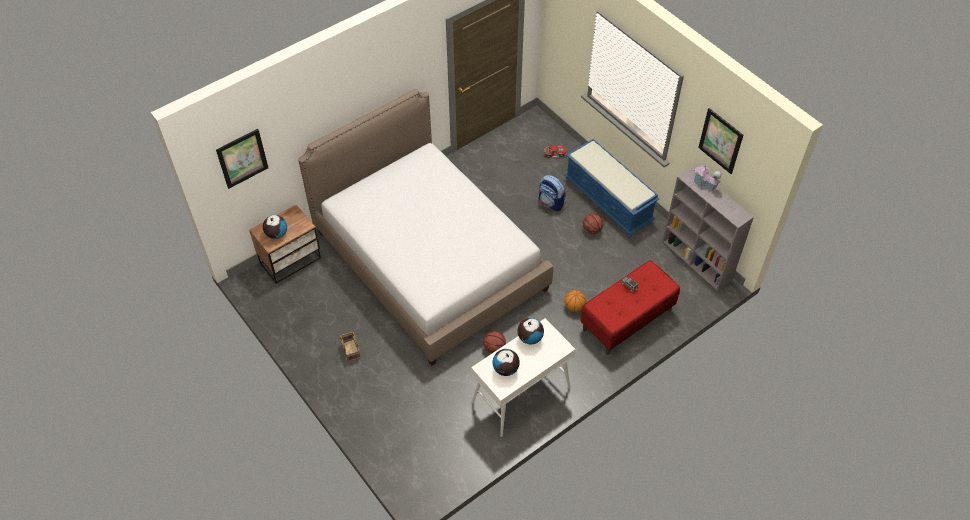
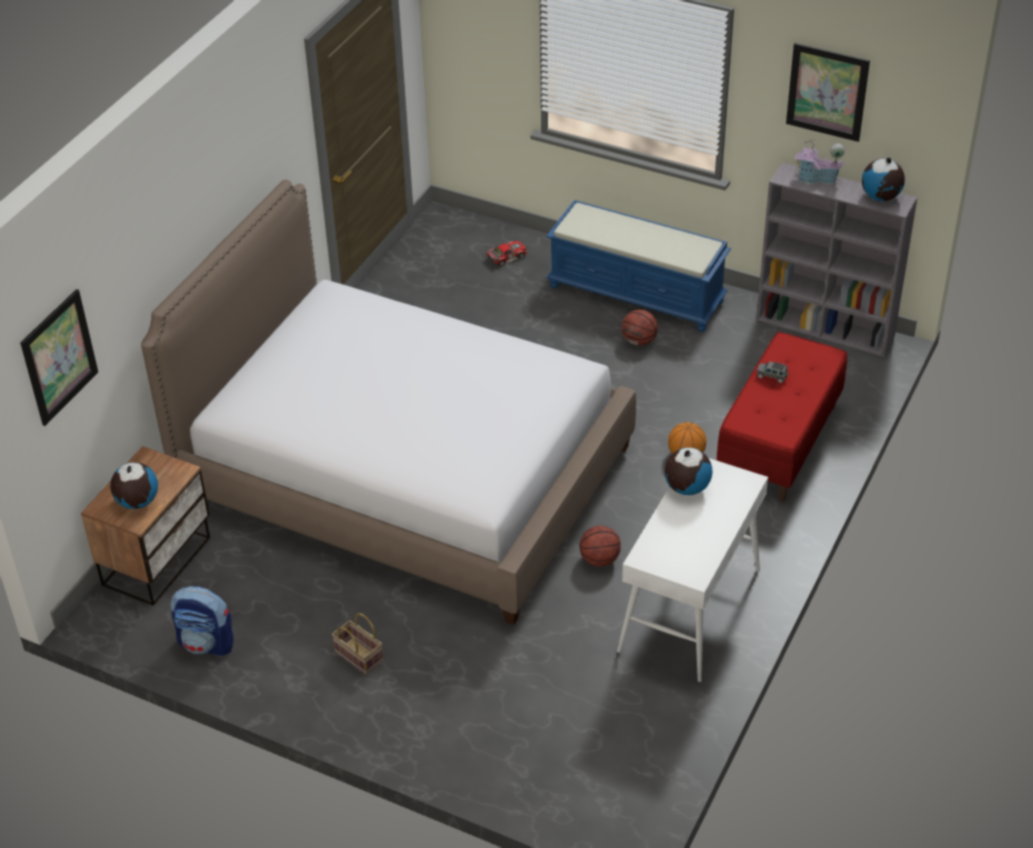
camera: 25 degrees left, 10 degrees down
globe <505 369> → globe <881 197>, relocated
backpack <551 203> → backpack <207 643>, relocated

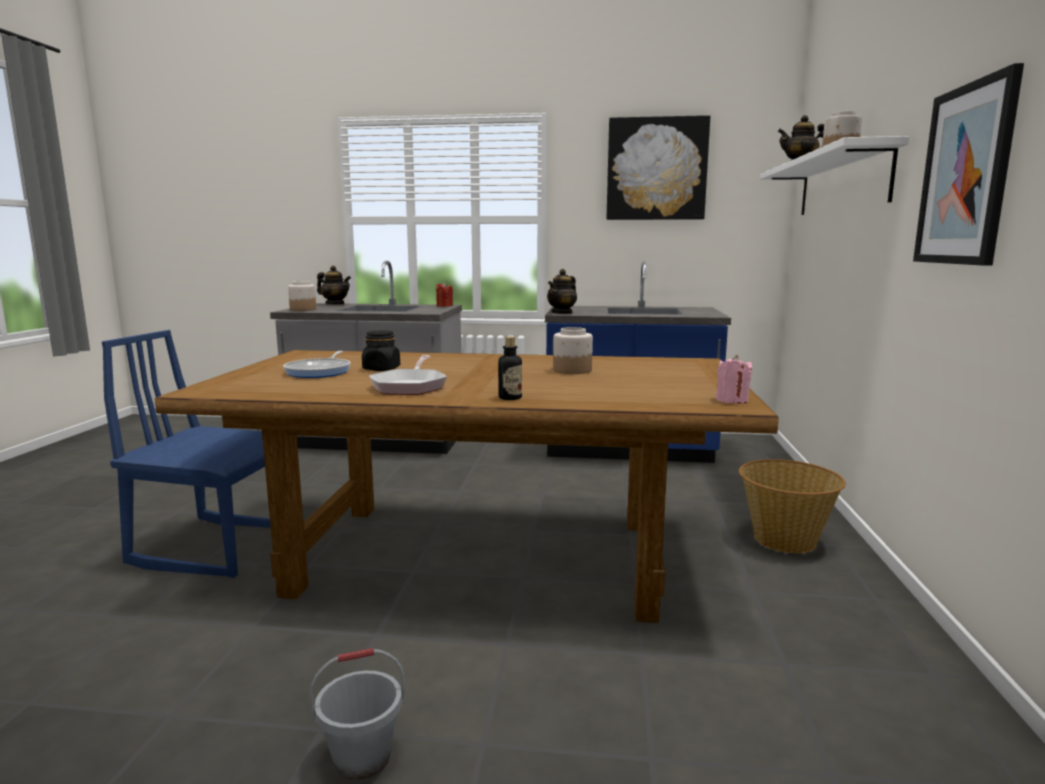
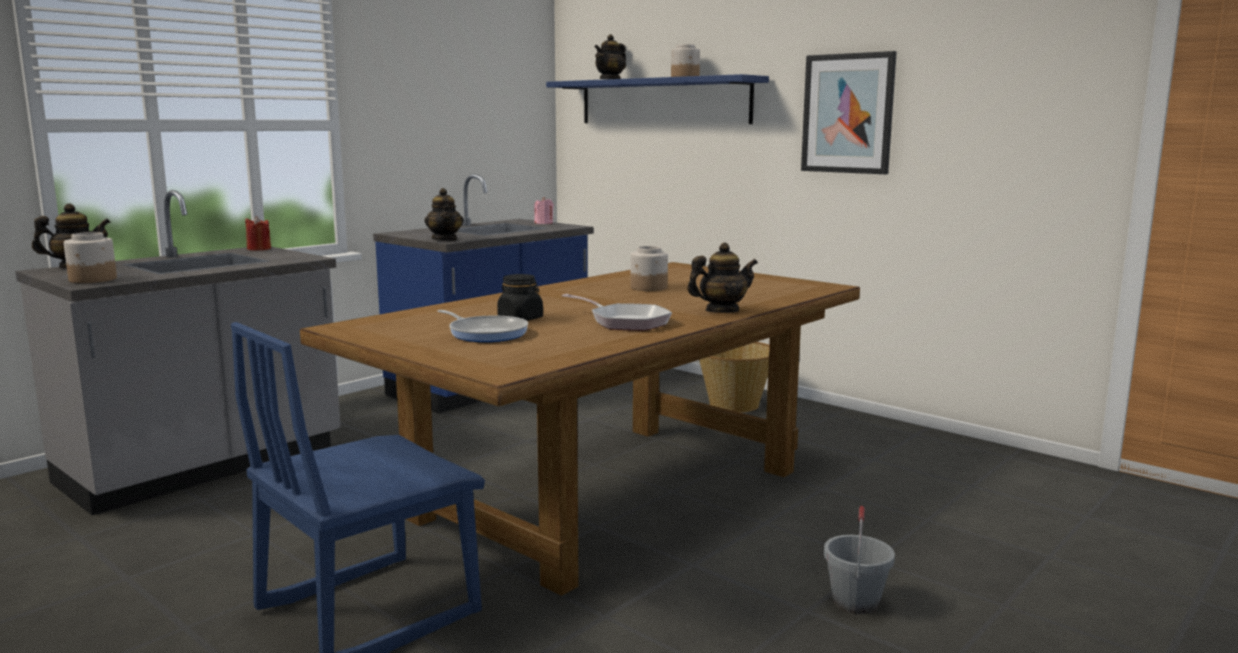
camera: 55 degrees left, 0 degrees up
bottle <510 398> → teapot <721 311>
picture <656 169> → -
pink candle <732 400> → pink candle <544 223>, relocated
white shelf <841 184> → blue shelf <662 101>

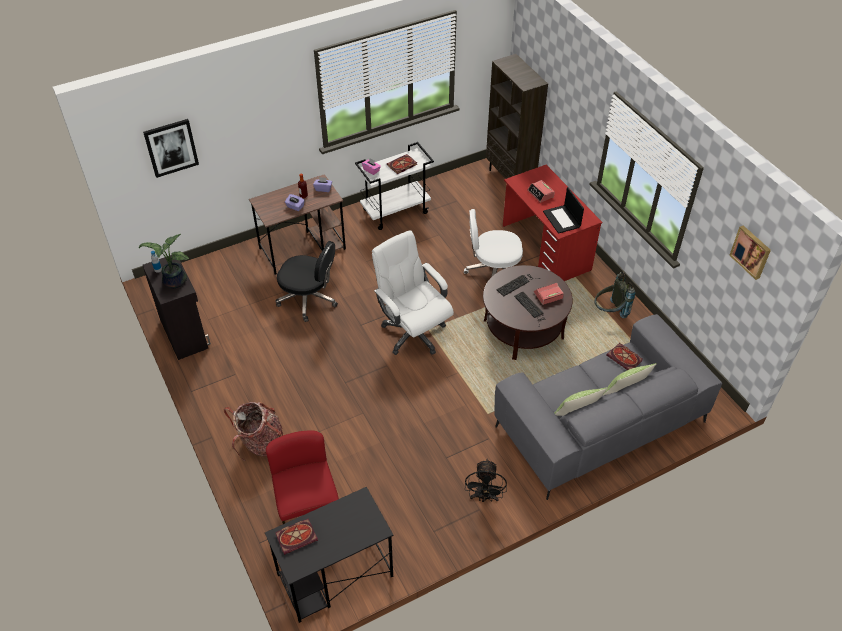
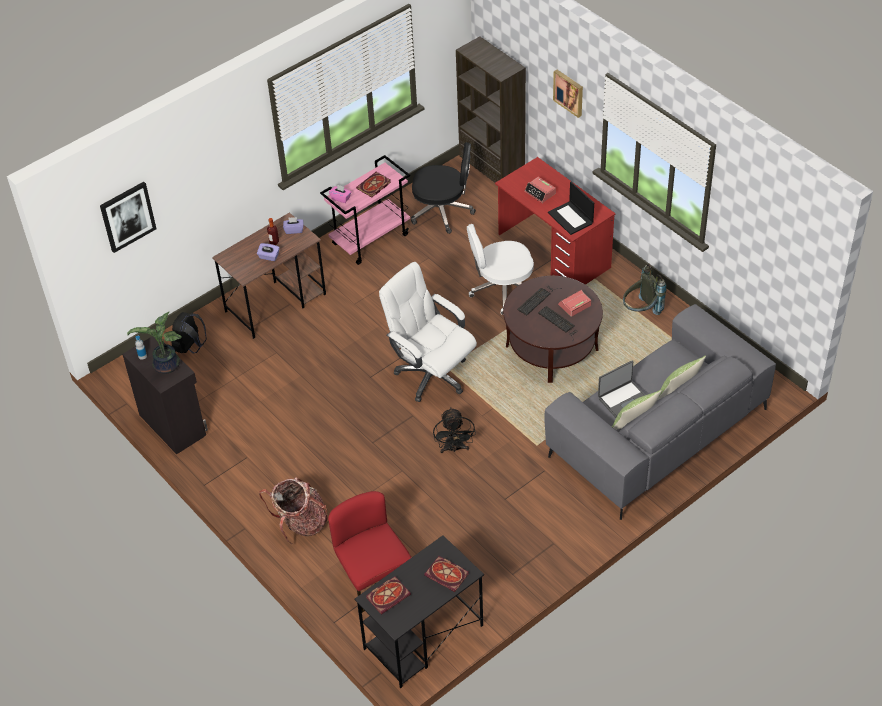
camera: 10 degrees left, 0 degrees up
black office chair <309 299> → black office chair <443 211>, relocated
white cart <396 211> → pink cart <371 239>
black fan <484 497> → black fan <454 449>, relocated
book <625 358> → book <448 575>, relocated
picture <751 251> → picture <569 92>, relocated
- → black backpack <190 347>
- → laptop <622 399>

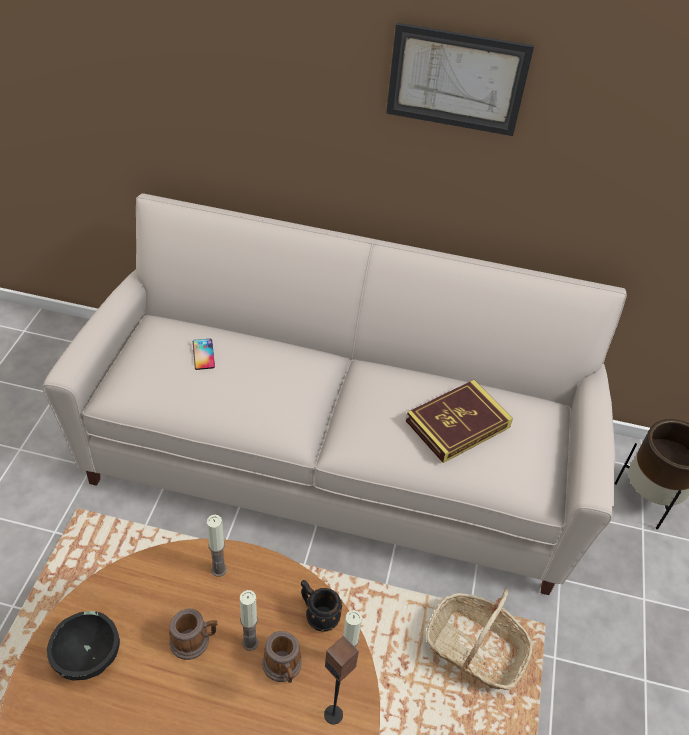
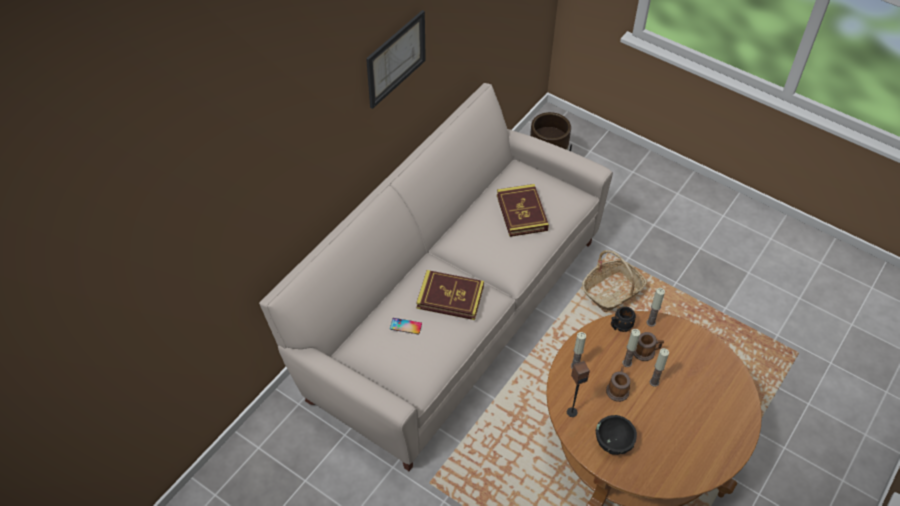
camera: 65 degrees left, 5 degrees up
speaker <333 714> → speaker <571 412>, relocated
- → book <450 297>
- → candle <654 382>

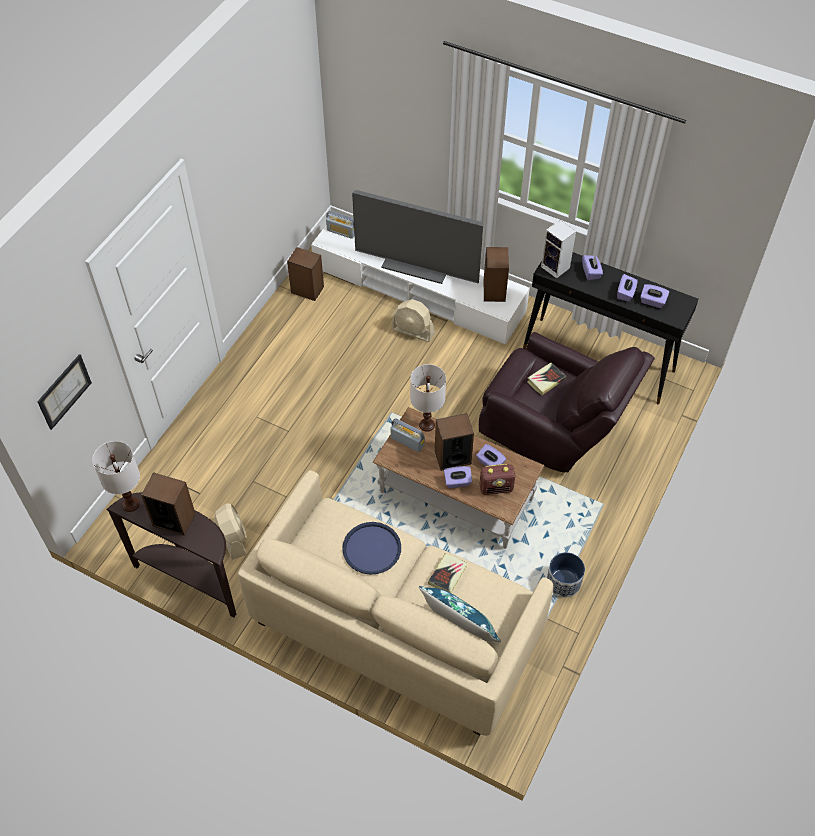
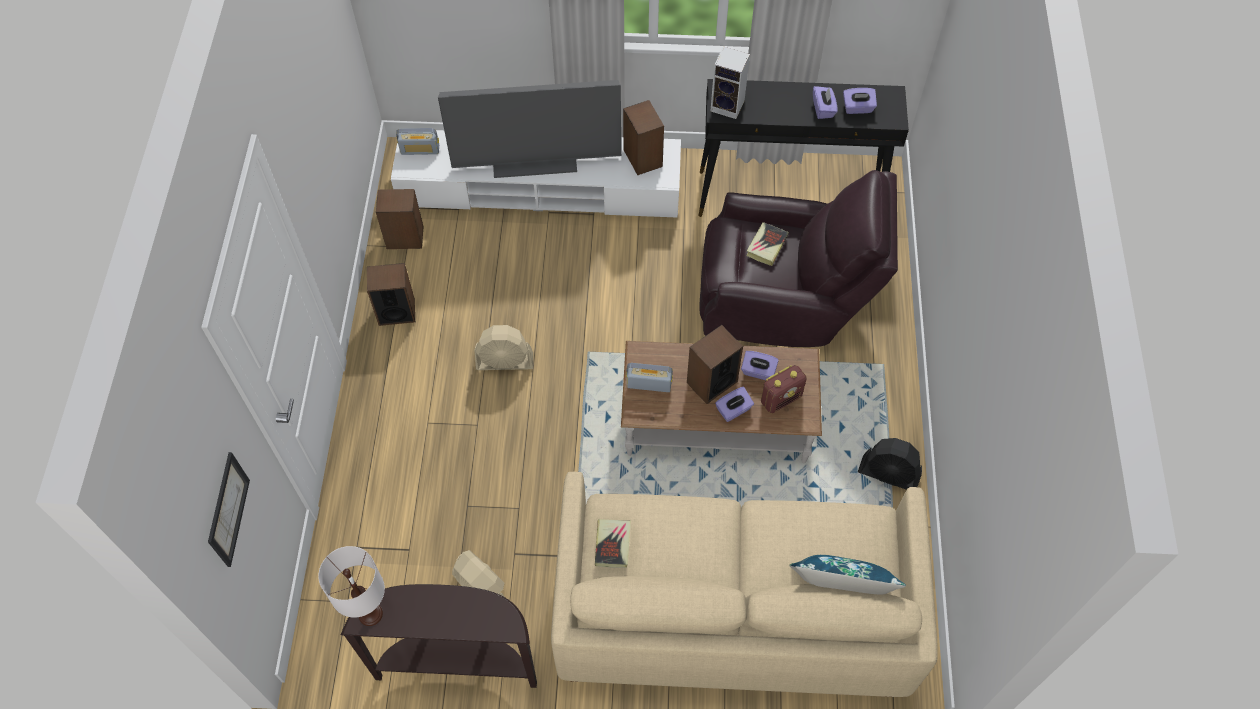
camera: 25 degrees left, 5 degrees up
speaker <174 519> → speaker <396 311>, relocated
blue tray <372 549> → -
beige fan <413 331> → beige fan <505 361>, relocated
white table lamp <426 424> → -
book <447 575> → book <613 544>, relocated
planter <564 582> → black fan <889 474>
purple tissue box <591 272> → -

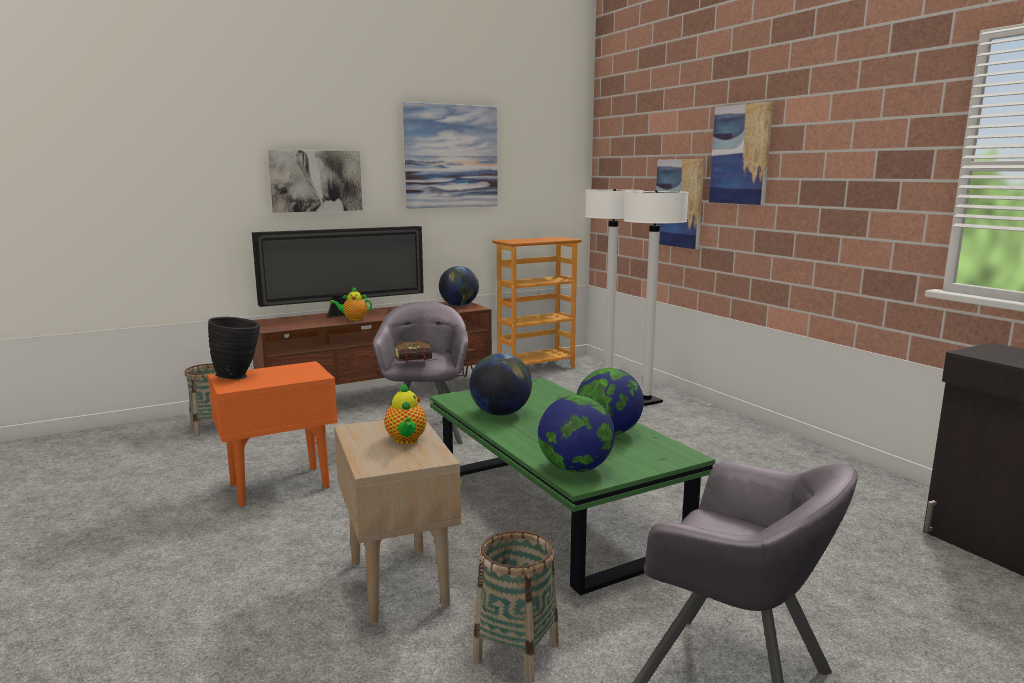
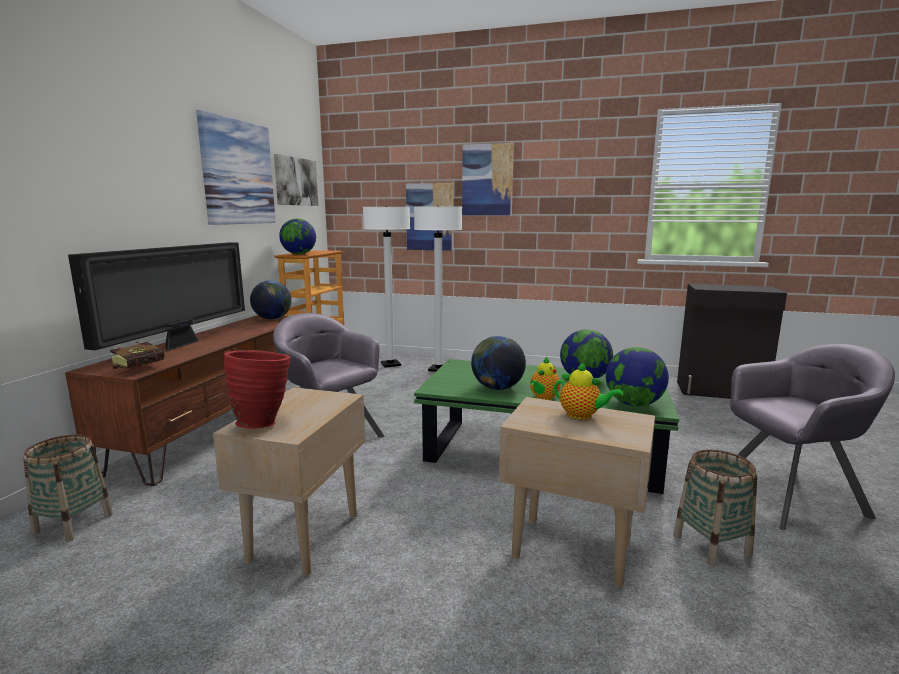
camera: 45 degrees left, 0 degrees up
black vase <239 377> → red vase <263 422>
orange side table <278 486> → beige side table <303 538>
picture <316 181> → picture <296 181>, relocated
teapot <353 319> → teapot <543 398>, relocated
book <418 363> → book <144 368>, relocated
- → globe <299 254>

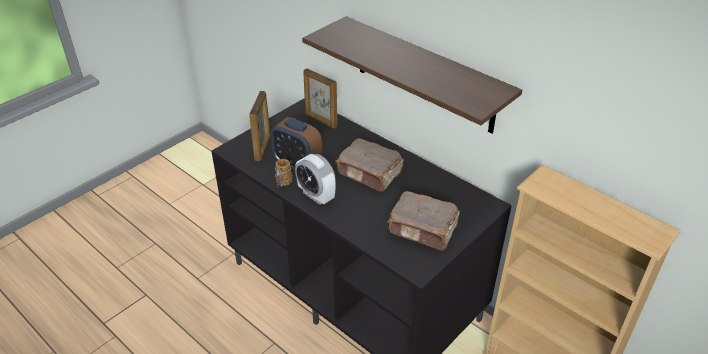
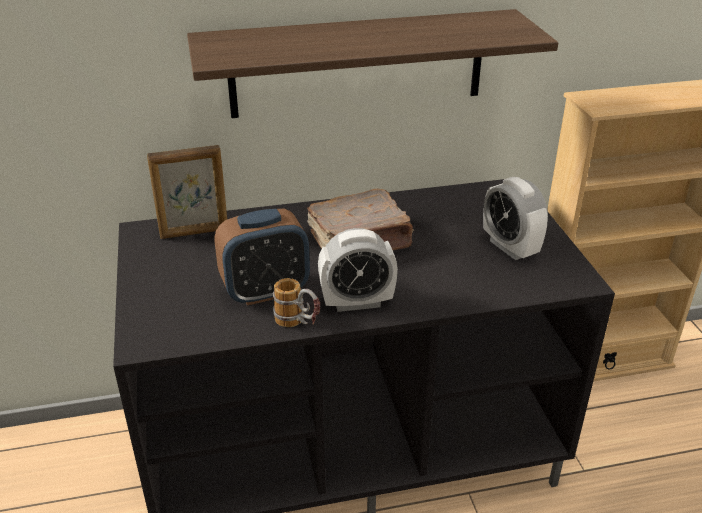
camera: 55 degrees left, 5 degrees down
picture frame <263 148> → -
brown book <423 229> → alarm clock <510 247>

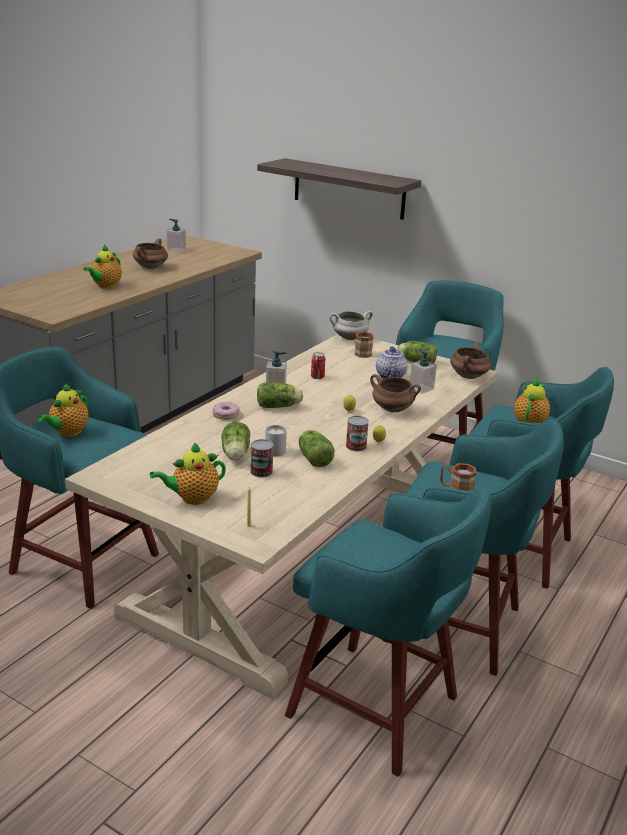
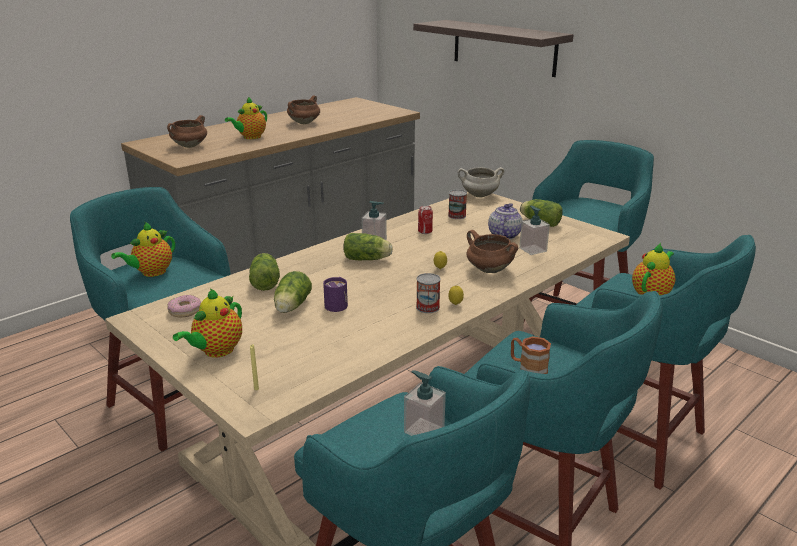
camera: 15 degrees right, 0 degrees up
teapot <192 498> → teapot <216 351>, 45 degrees counterclockwise
soap dispenser <176 250> → soap dispenser <424 430>, relocated
donut <225 415> → donut <185 311>, relocated
can <261 471> → can <457 216>, relocated
white mug <275 449> → purple mug <337 303>
lettuce <313 458> → lettuce <265 281>, relocated
brown mug <361 352> → -
brown cooking pot <469 377> → brown cooking pot <189 146>, relocated

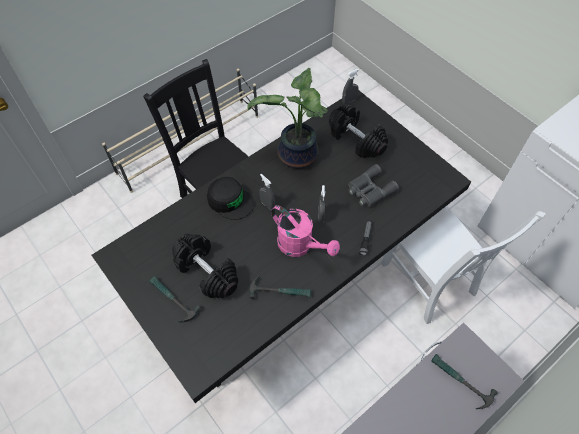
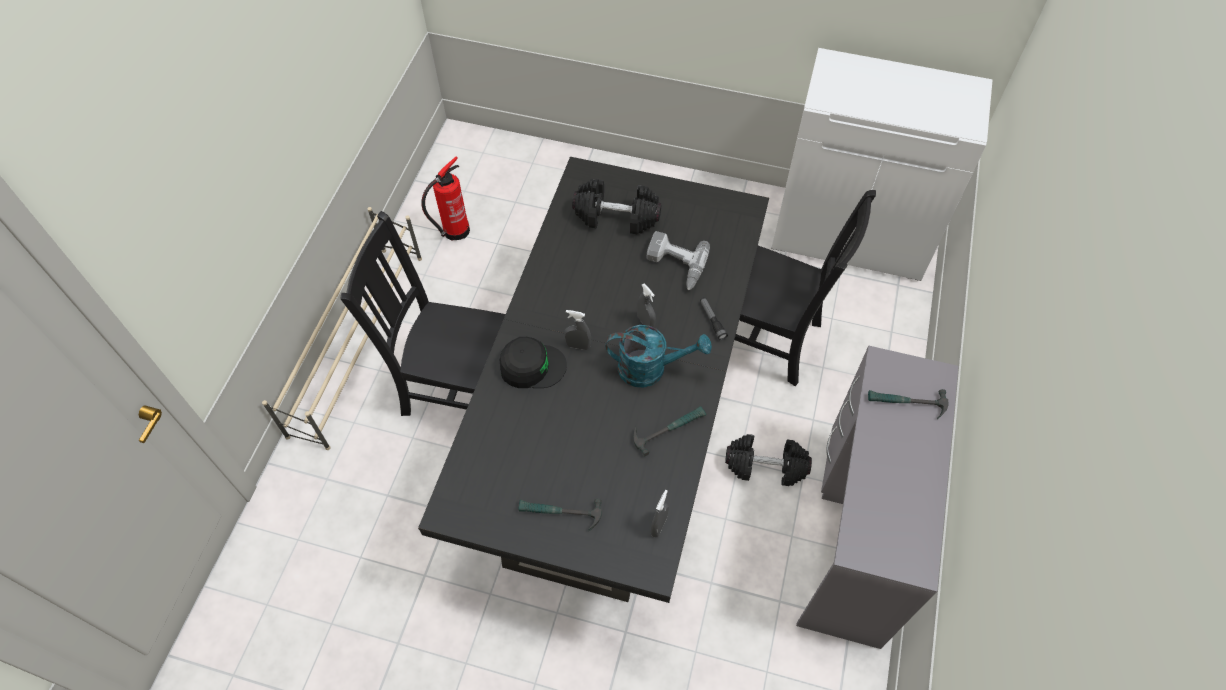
camera: 35 degrees left, 0 degrees up
black dumbbell <207 272> → black dumbbell <766 466>, relocated
potted plant <296 157> → -
pink watering can <300 246> → turquoise watering can <651 368>
grey spray bottle <349 100> → grey spray bottle <658 526>, relocated
grey binoculars <369 190> → power drill <675 265>
white chair <430 281> → black chair <766 338>
- → fire extinguisher <454 232>

